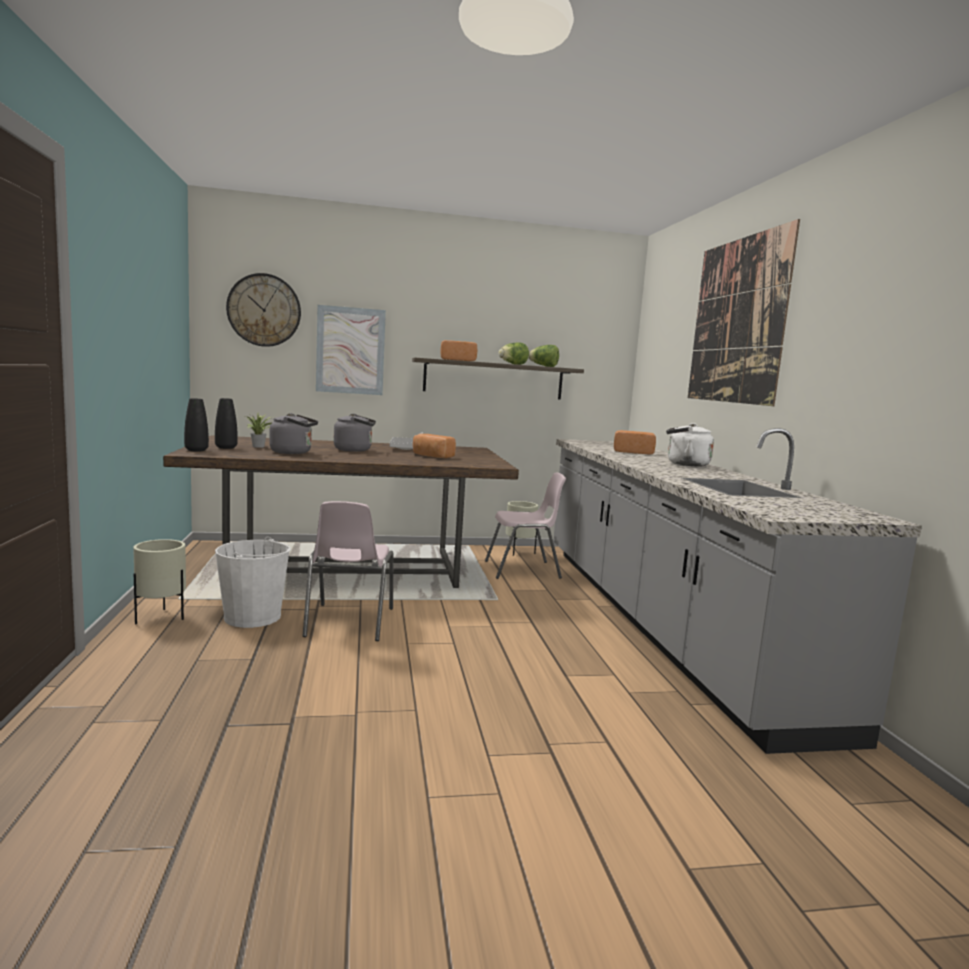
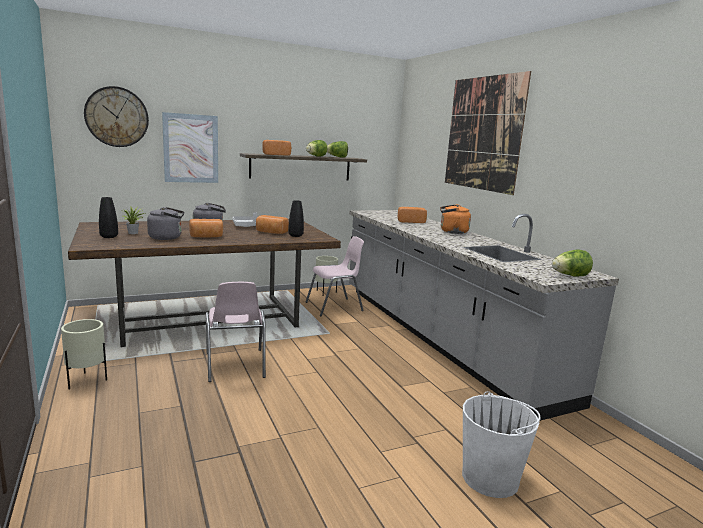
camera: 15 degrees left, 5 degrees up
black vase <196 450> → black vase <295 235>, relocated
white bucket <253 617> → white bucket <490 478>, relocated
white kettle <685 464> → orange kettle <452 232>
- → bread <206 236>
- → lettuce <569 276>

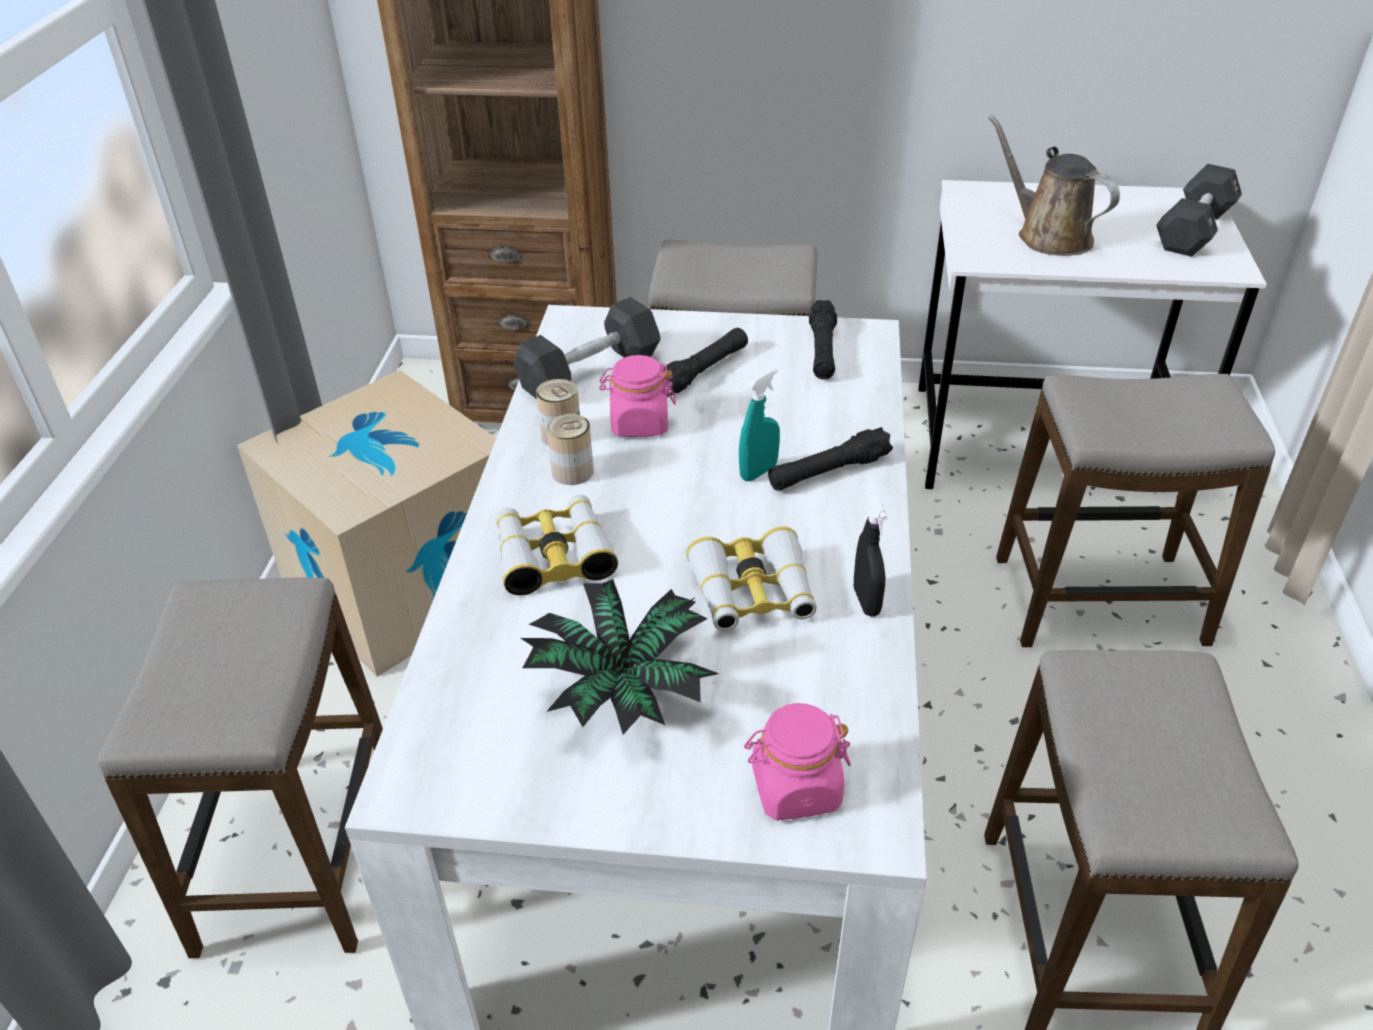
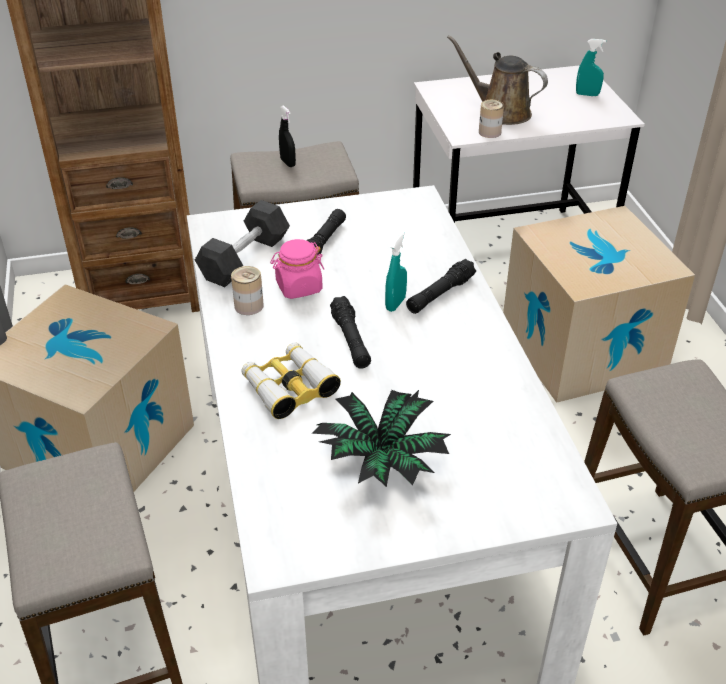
camera: 20 degrees left, 0 degrees up
can <572 471> → can <489 132>, relocated
binoculars <753 593> → -
pink jar <795 788> → -
black flashlight <822 350> → black flashlight <351 340>, relocated
black spray bottle <866 601> → black spray bottle <288 163>, relocated
stool <1099 602> → cardboard box <582 349>
black dumbbell <1193 230> → turquoise spray bottle <587 94>

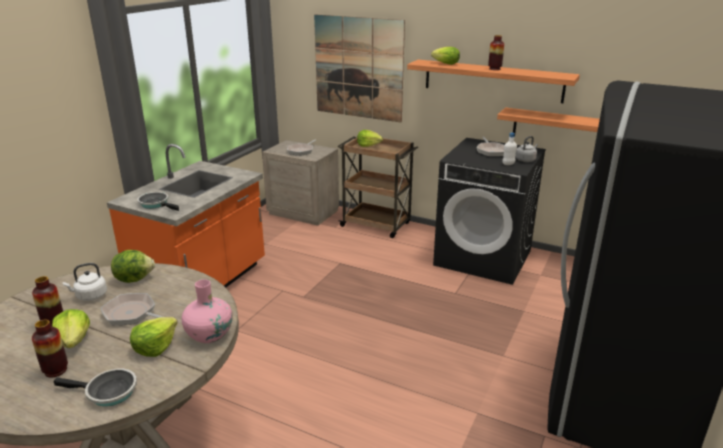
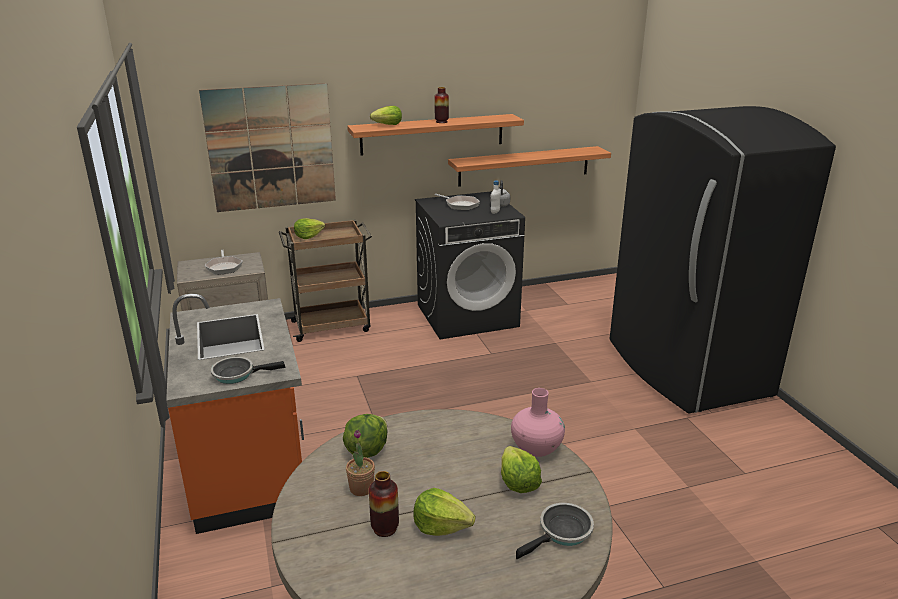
camera: 45 degrees left, 0 degrees up
vase <56 370> → -
white kettle <90 296> → potted plant <361 488>
frying pan <132 314> → -

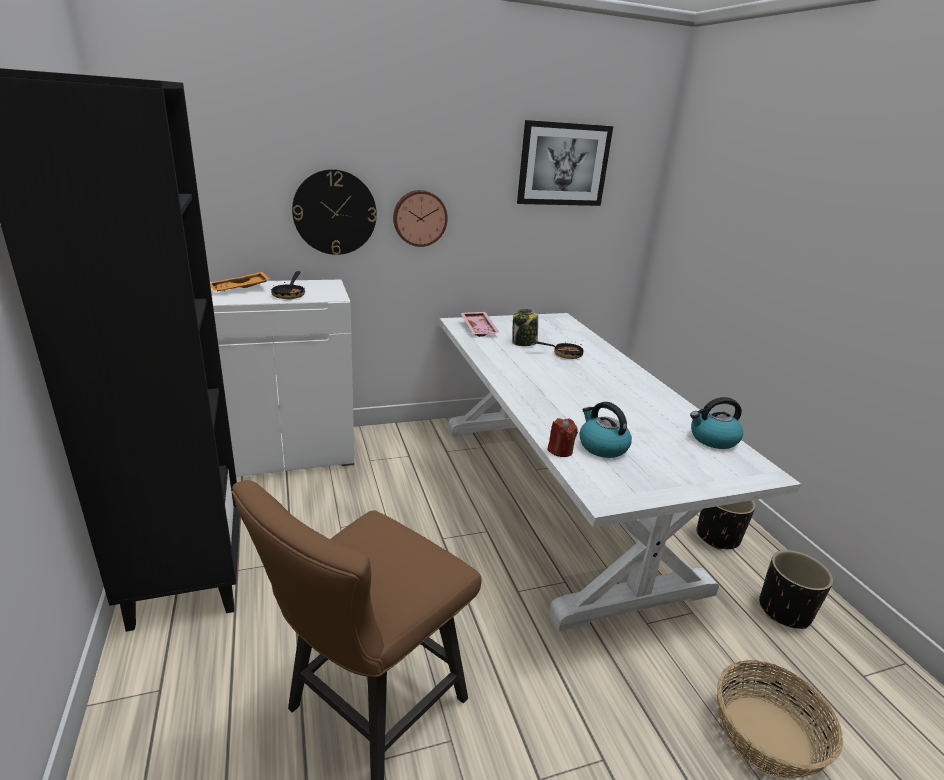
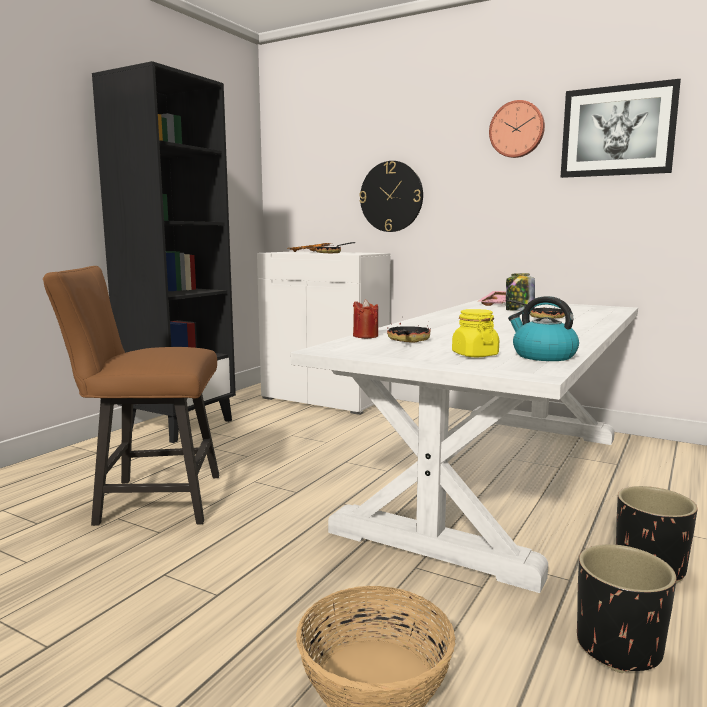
camera: 50 degrees right, 15 degrees down
wall clock <419 218> → wall clock <517 129>, relocated
kettle <602 446> → frying pan <407 340>
- → yellow jar <474 355>

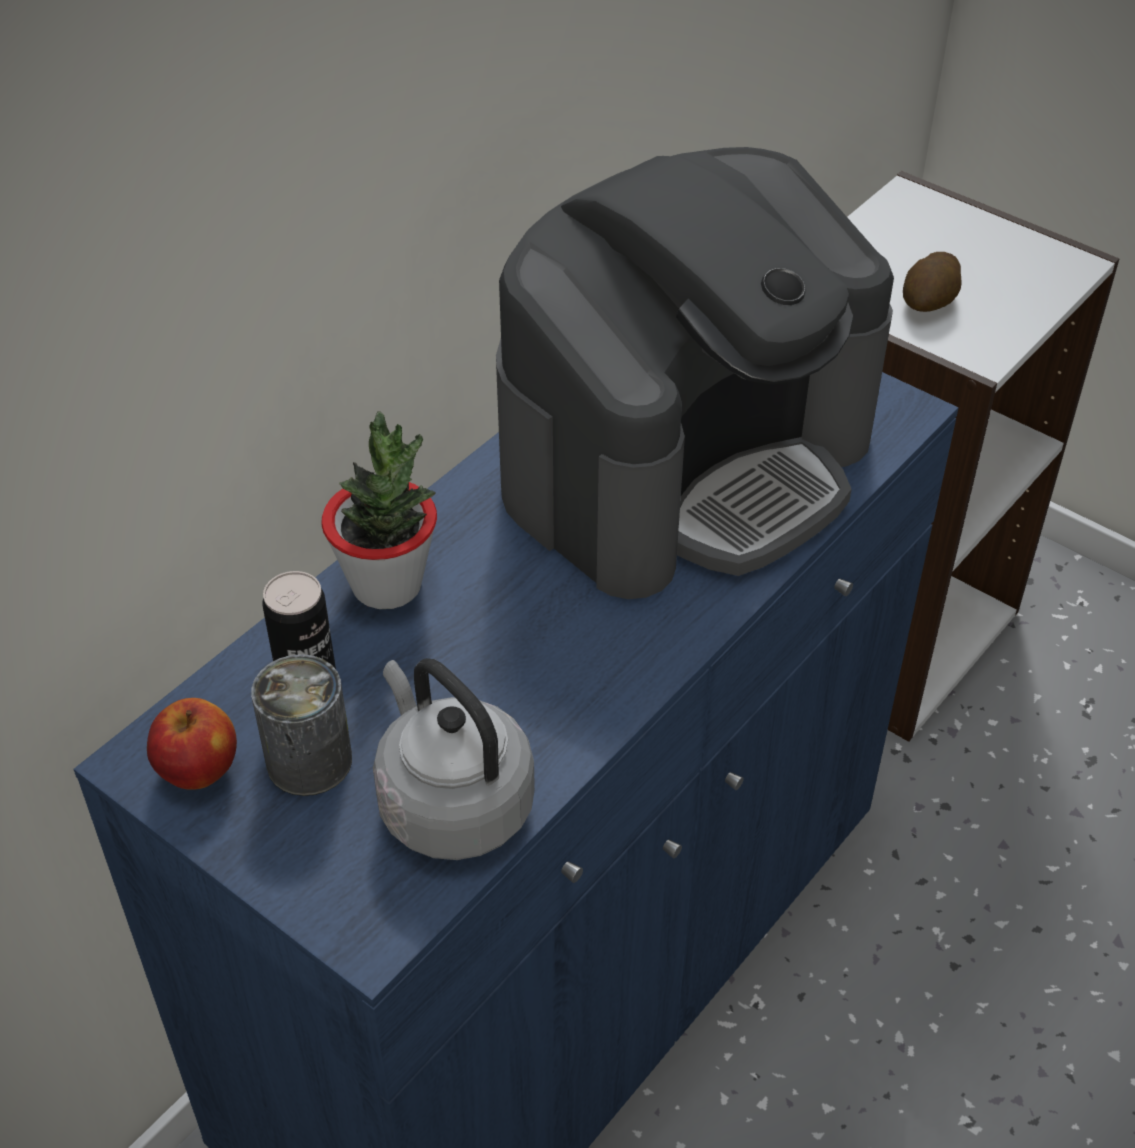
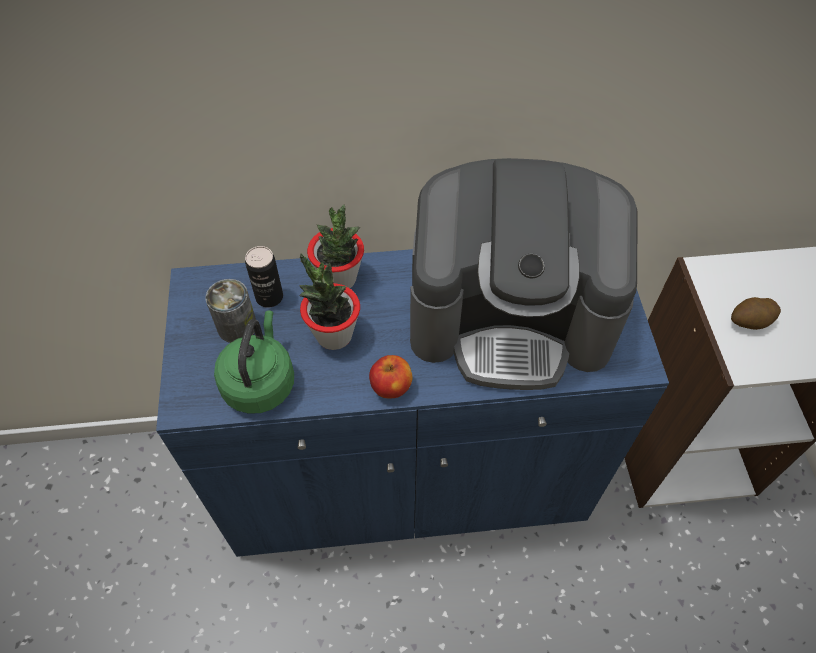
camera: 45 degrees right, 10 degrees up
apple <198 770> → apple <391 387>, relocated
grey kettle <451 803> → green kettle <260 382>
- → potted plant <333 335>

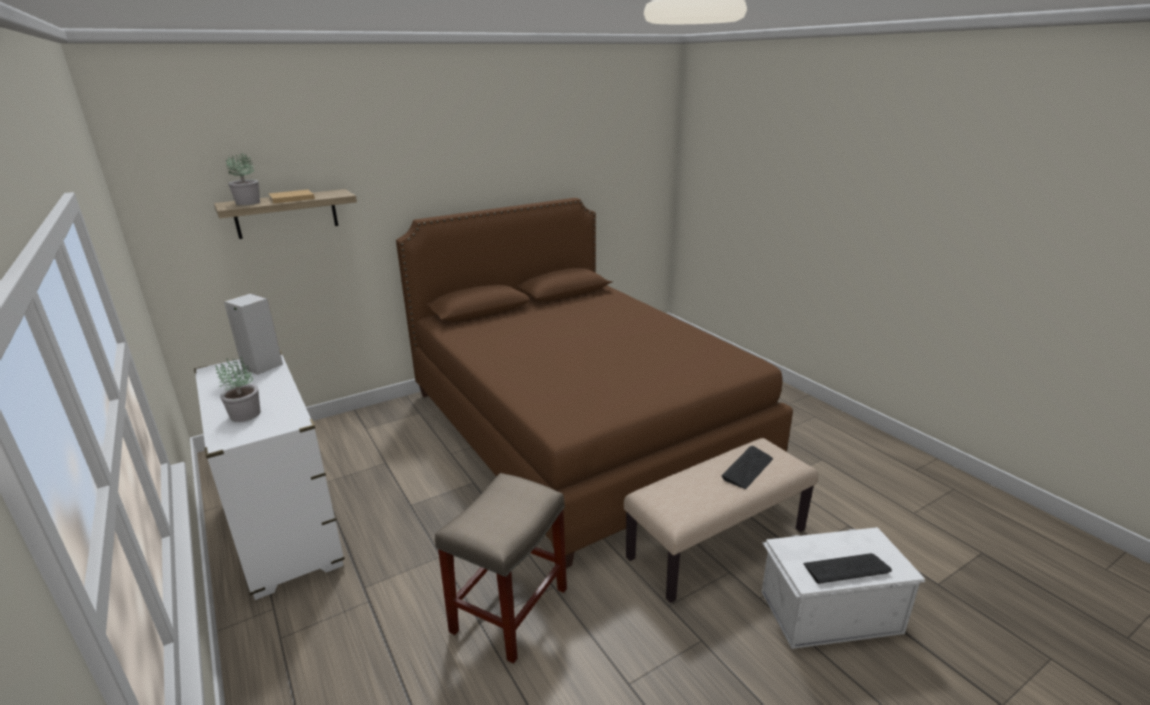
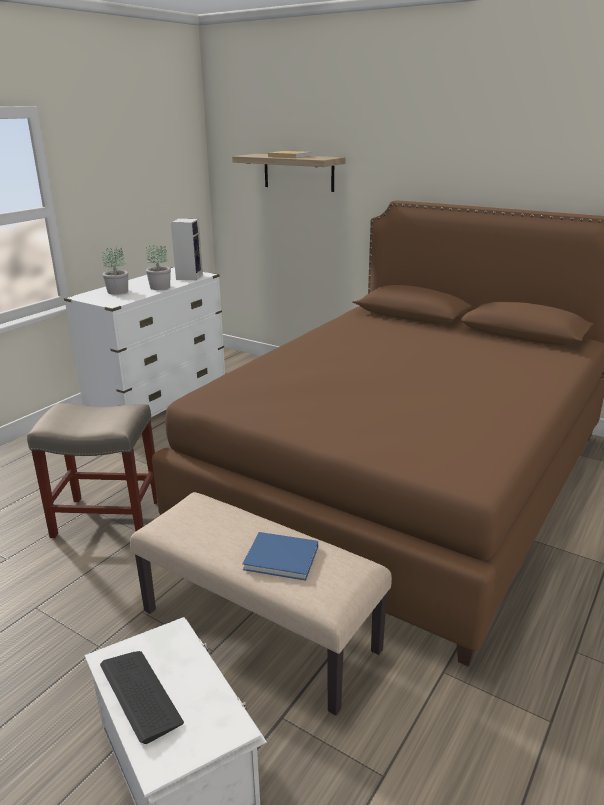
camera: 65 degrees right, 0 degrees up
potted plant <248 203> → potted plant <160 287>, relocated
keyboard <747 468> → blue book <283 558>

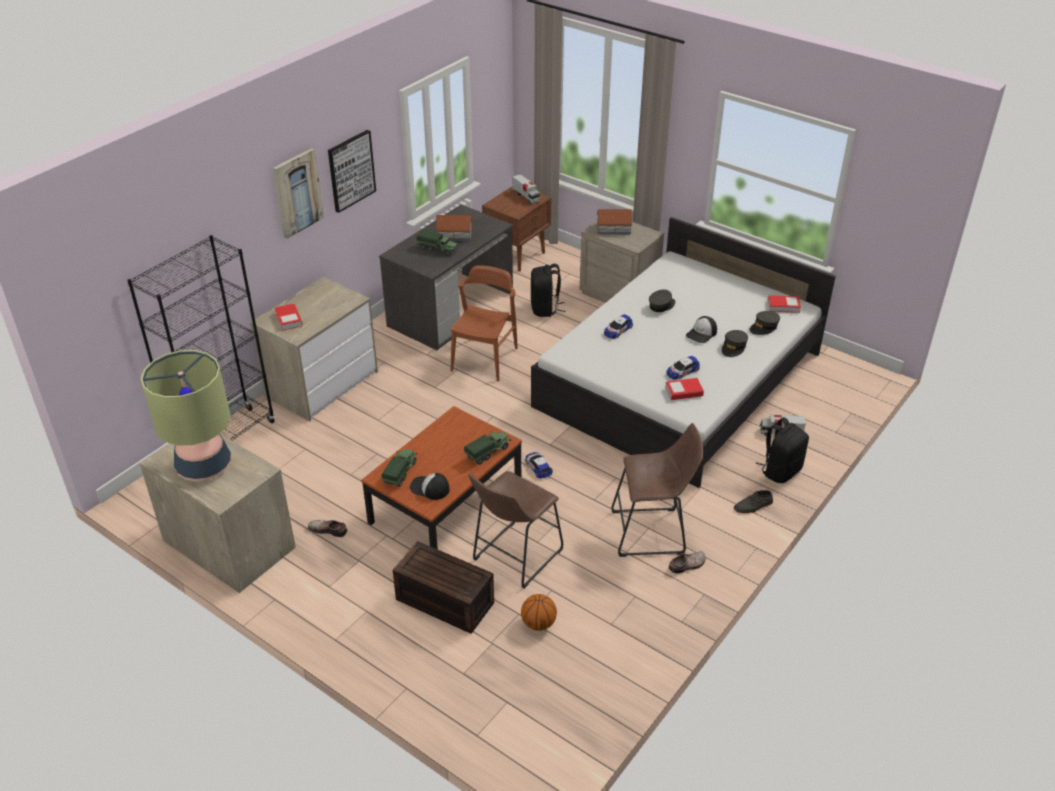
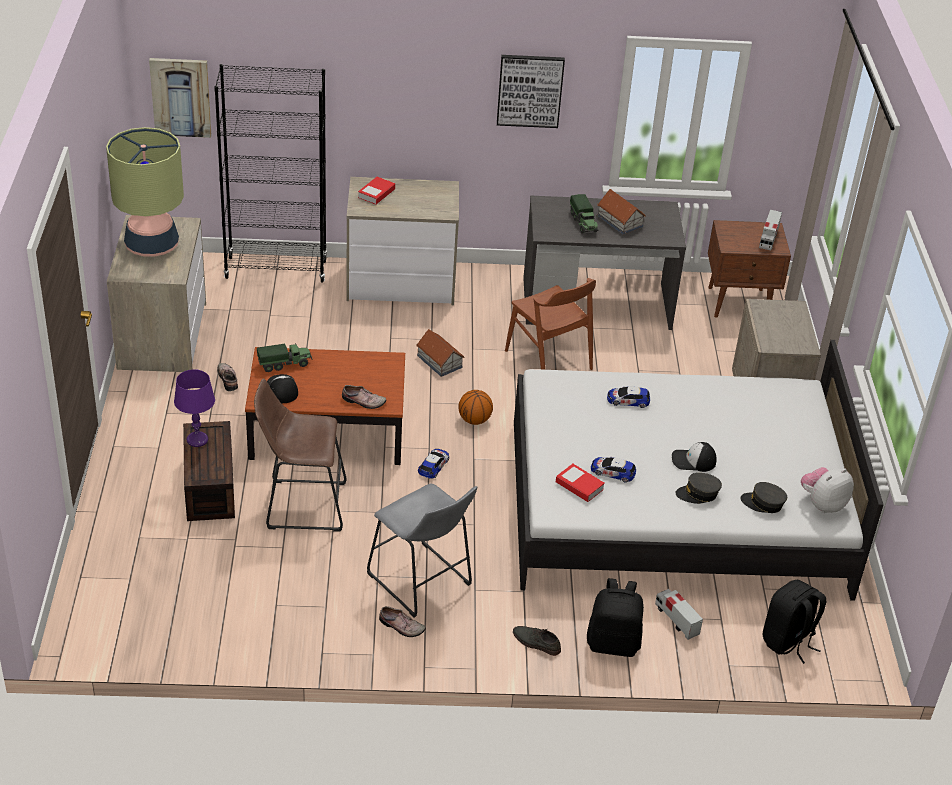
camera: 50 degrees right, 0 degrees up
picture <297 193> → picture <181 97>, relocated
brown chair <484 359> → brown chair <548 360>, 75 degrees clockwise
toy truck <488 452> → shoe <363 402>
basketball <538 624> → basketball <474 420>, relocated
black backpack <545 309> → black backpack <788 641>, relocated
toy house <613 228> → toy house <439 361>, relocated
brown stool <652 532> → grey stool <422 583>
grey cap <661 305> → -
book <783 306> → plush toy <822 504>
- → purple table lamp <197 440>

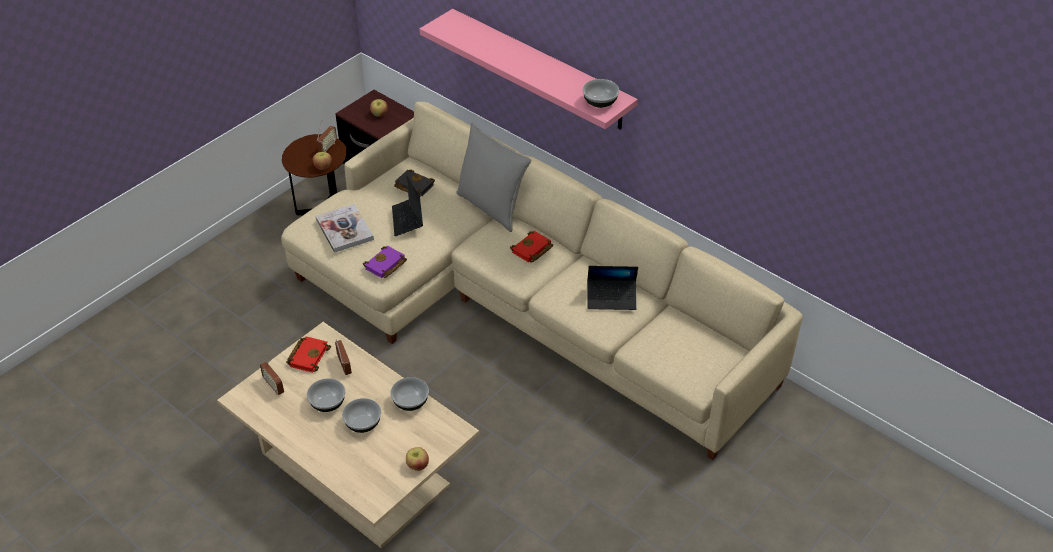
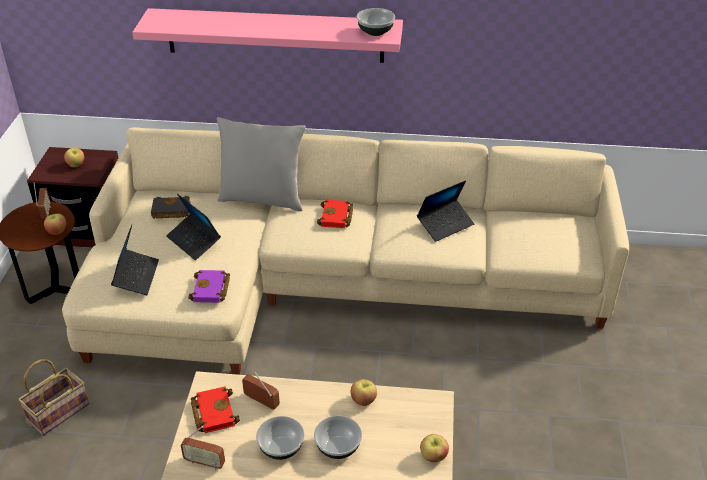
camera: 35 degrees left, 5 degrees down
book <344 229> → laptop <136 276>
bowl <410 402> → apple <363 400>
- → basket <59 410>

